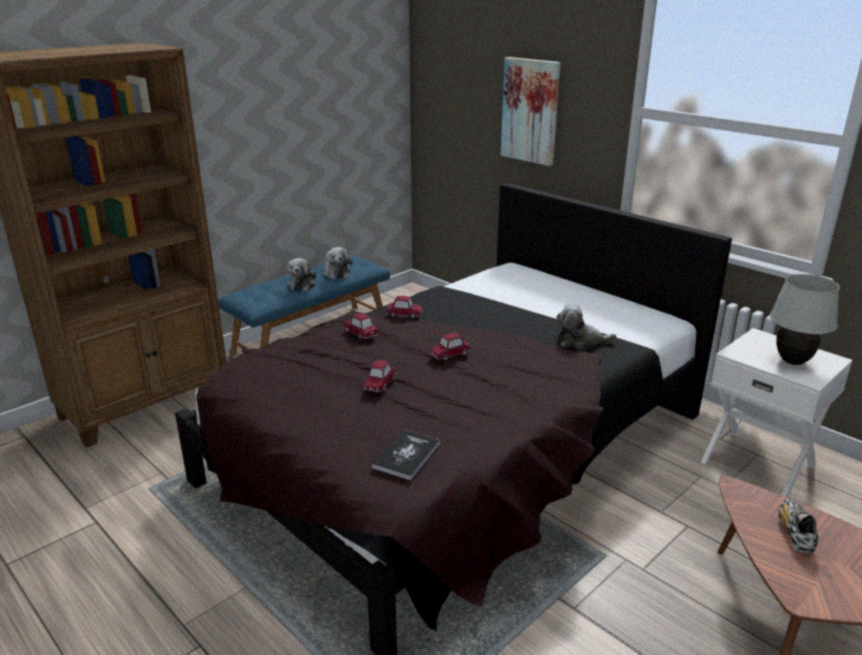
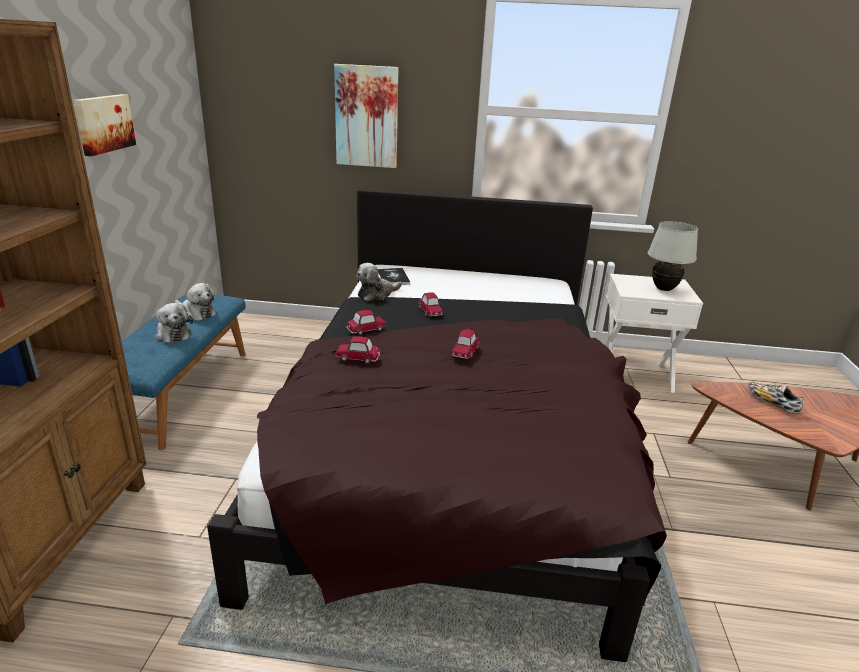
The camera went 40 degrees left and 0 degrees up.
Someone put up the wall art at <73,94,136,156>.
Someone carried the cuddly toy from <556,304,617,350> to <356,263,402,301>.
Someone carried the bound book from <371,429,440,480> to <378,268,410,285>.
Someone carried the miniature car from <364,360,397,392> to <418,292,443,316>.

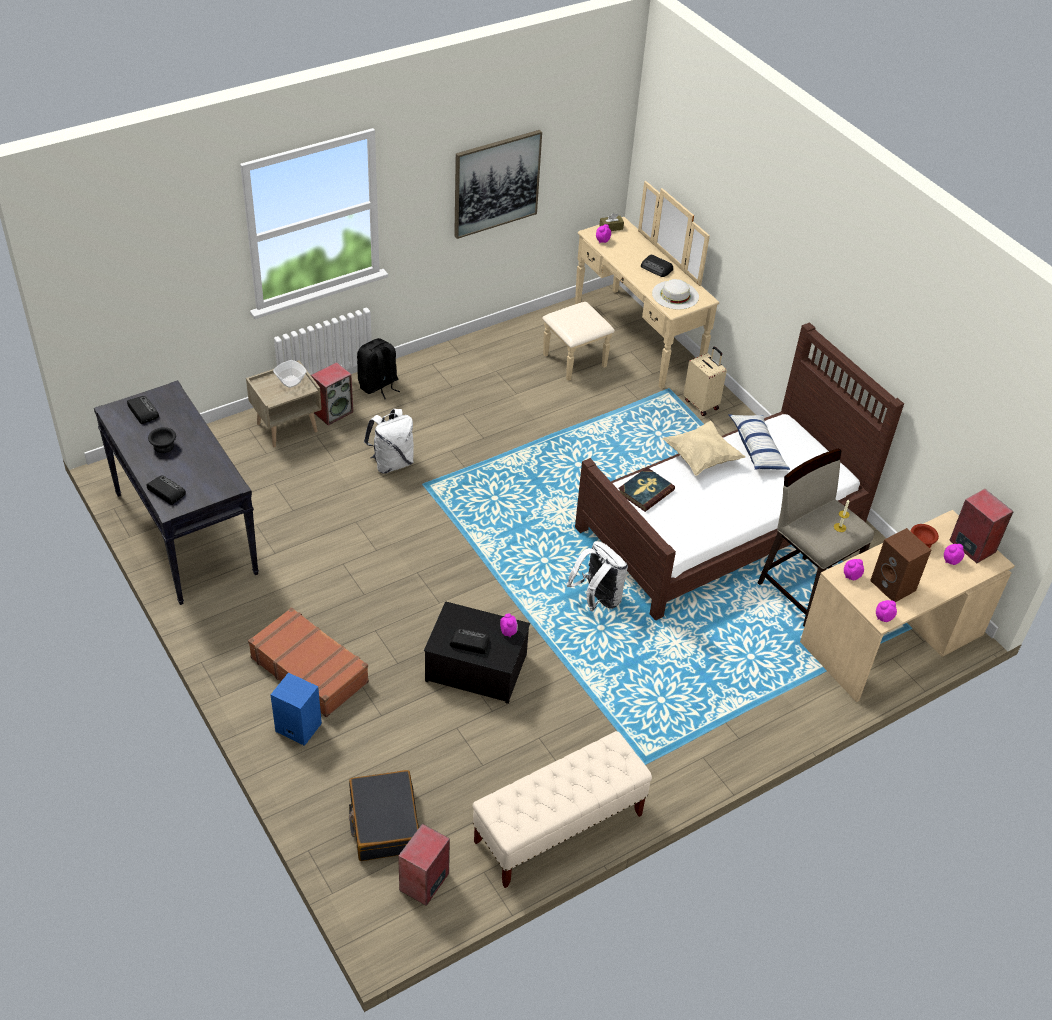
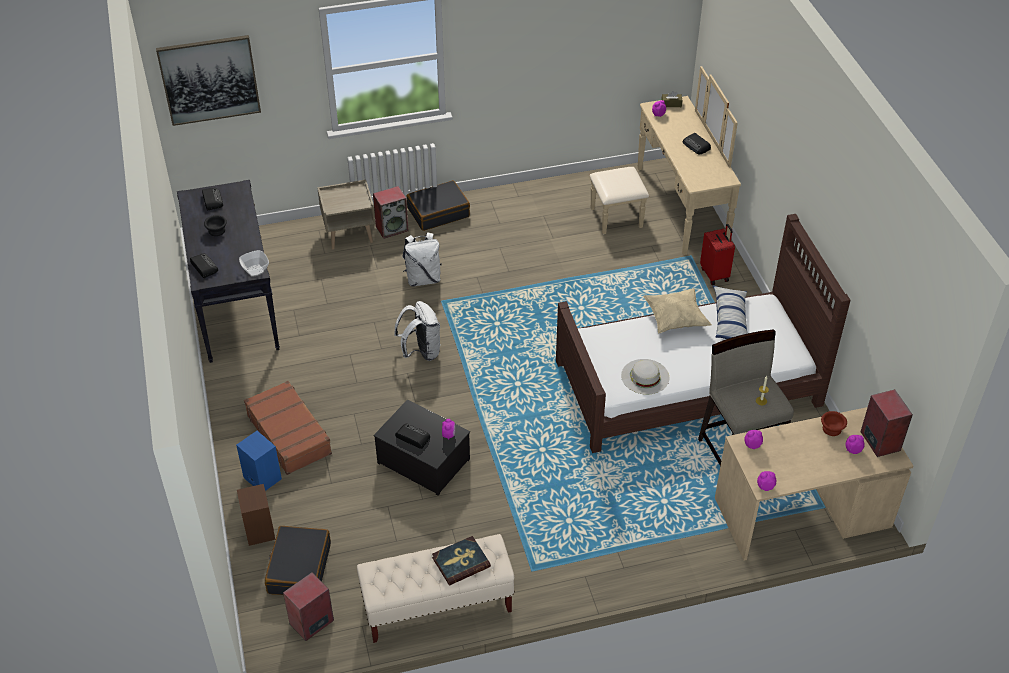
The camera went 20 degrees right and 0 degrees up.
Someone carried the wall art from <454,130,542,239> to <156,35,261,126>.
Someone carried the brownish audio speaker from <870,528,931,602> to <237,484,275,546>.
Someone carried the deep dish from <273,360,307,388> to <239,250,269,277>.
Someone carried the whitish rucksack from <567,541,628,611> to <394,301,441,361>.
Someone swapped the blackish rucksack at <357,338,400,399> for the blackish piece of luggage at <407,180,470,231>.
Someone carried the bound book from <618,467,675,512> to <432,536,491,586>.
Someone carried the whitish hat from <652,279,699,310> to <621,359,669,395>.
Someone repainted the sand-coloured piece of luggage at <683,347,727,416>, which became the reddish piece of luggage at <700,224,735,285>.

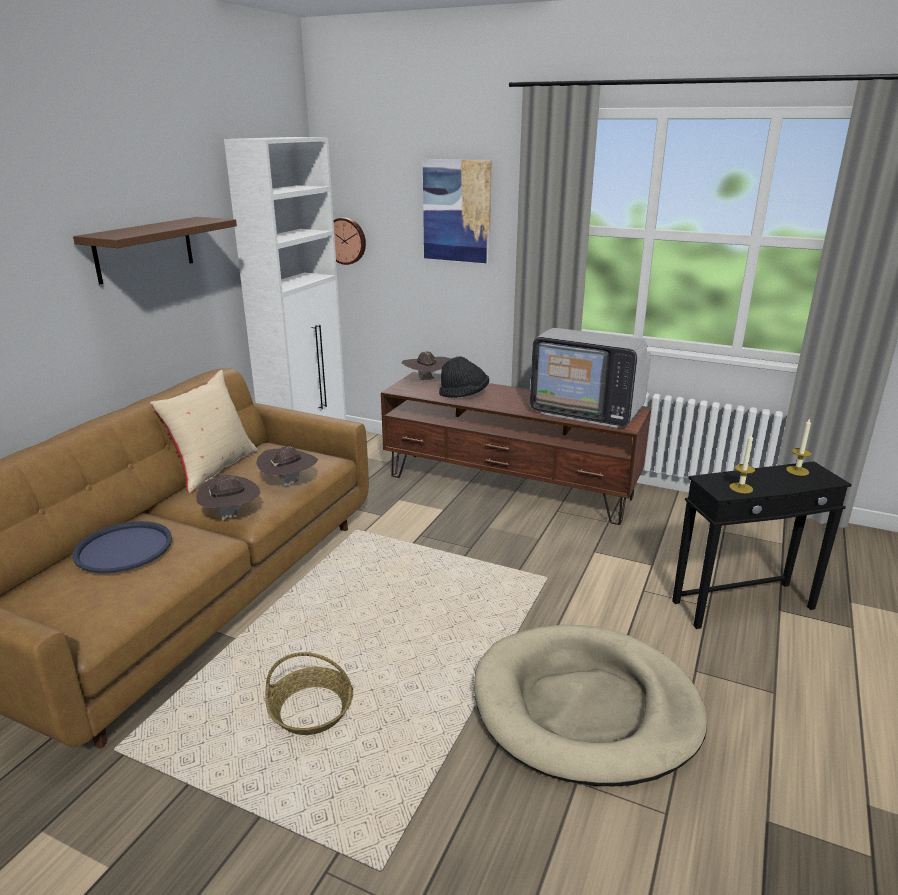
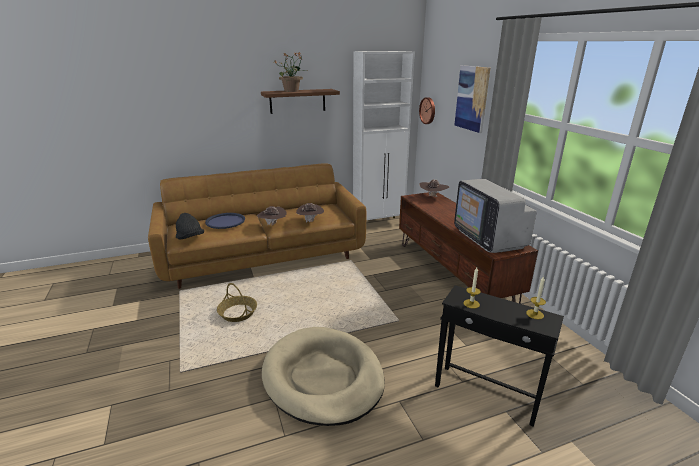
The camera went 45 degrees right and 0 degrees up.
Someone carried the blackish hat from <439,356,489,398> to <176,213,204,239>.
Someone put down the houseplant at <274,52,309,92>.
Someone took away the sand-coloured throw pillow at <150,370,258,493>.

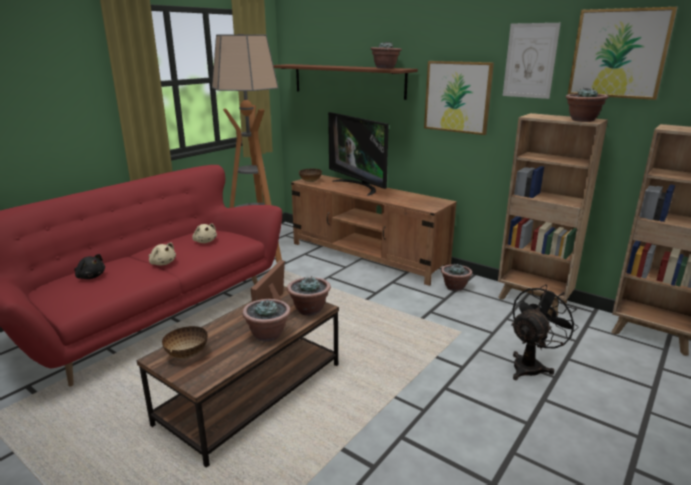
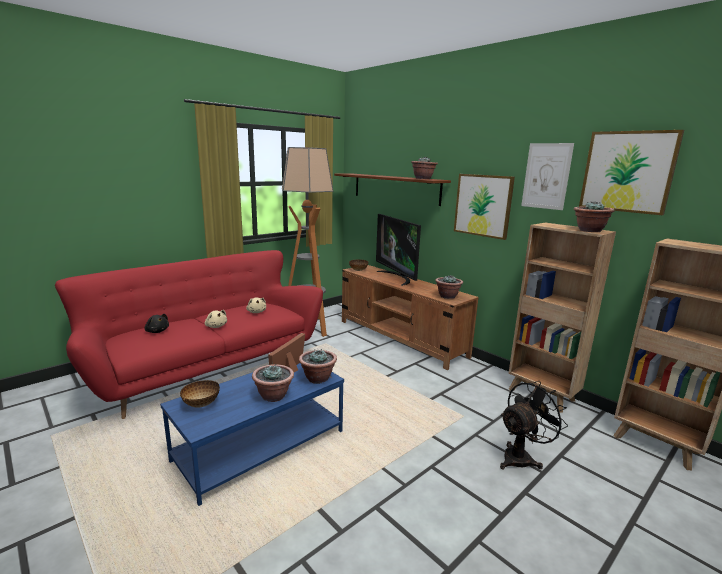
The camera went 10 degrees right and 5 degrees down.
Someone repainted the brownish low table at <137,286,339,468>, which became the blue-coloured low table at <160,363,344,506>.
Someone carried the houseplant from <441,263,472,291> to <435,276,463,299>.

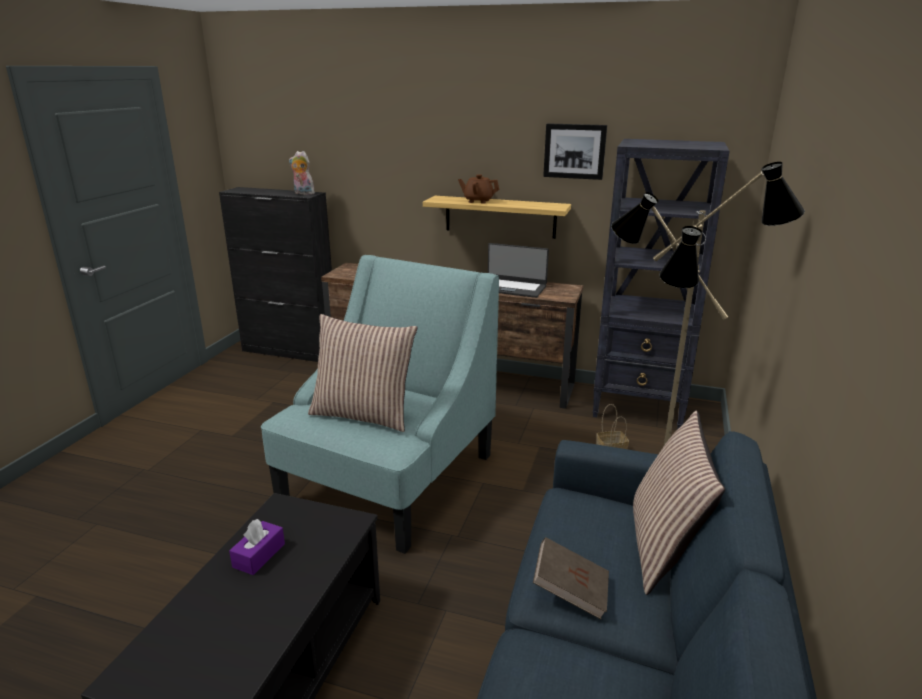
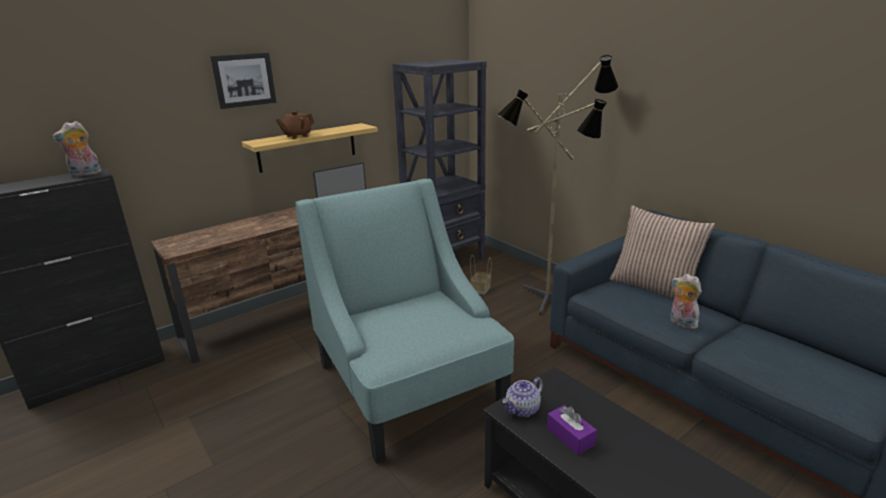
The camera went 55 degrees left and 0 degrees up.
Someone carried the wall art from <543,123,607,180> to <210,53,276,109>.
Someone put down the pot for tea at <502,377,543,417>.
Someone swapped the brownish bound book at <533,537,609,619> for the cuddly toy at <670,274,702,329>.
Someone took away the throw pillow at <308,314,418,432>.

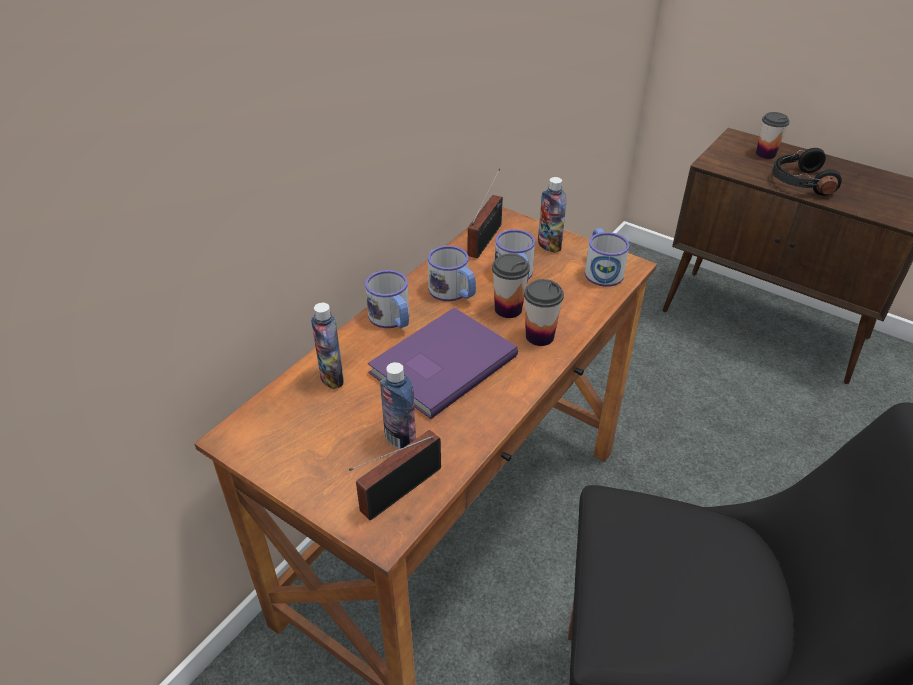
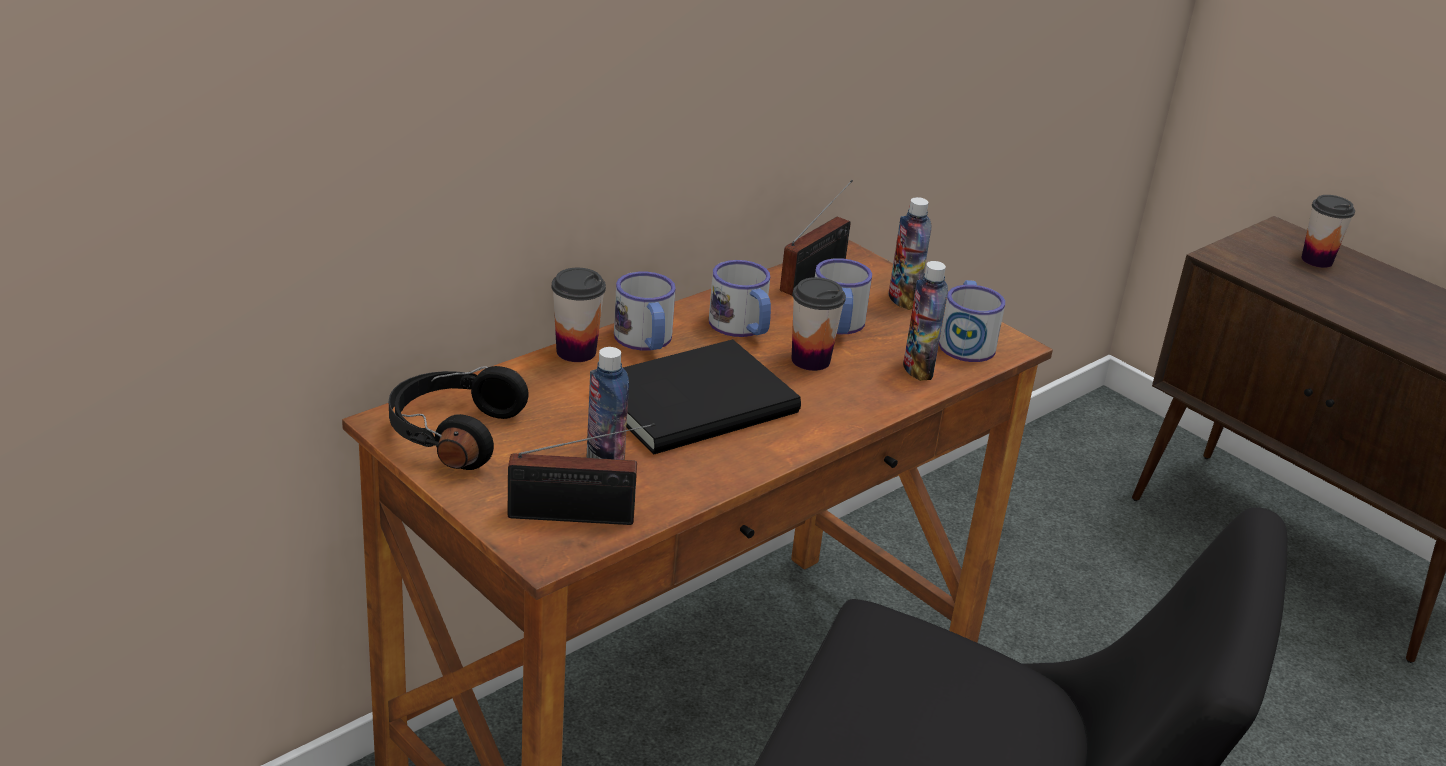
The camera went 10 degrees right and 10 degrees down.
Someone carried the blackish headphones from <772,148,842,195> to <389,366,528,470>.
Someone rotated the radio at <349,430,441,520> by 150 degrees counterclockwise.
Someone carried the small cup from <524,279,564,346> to <551,268,606,362>.
Someone repainted the purplish bound book at <368,308,518,419>, which became the blackish bound book at <623,339,801,455>.
Someone carried the drink bottle from <311,303,344,389> to <903,261,948,381>.

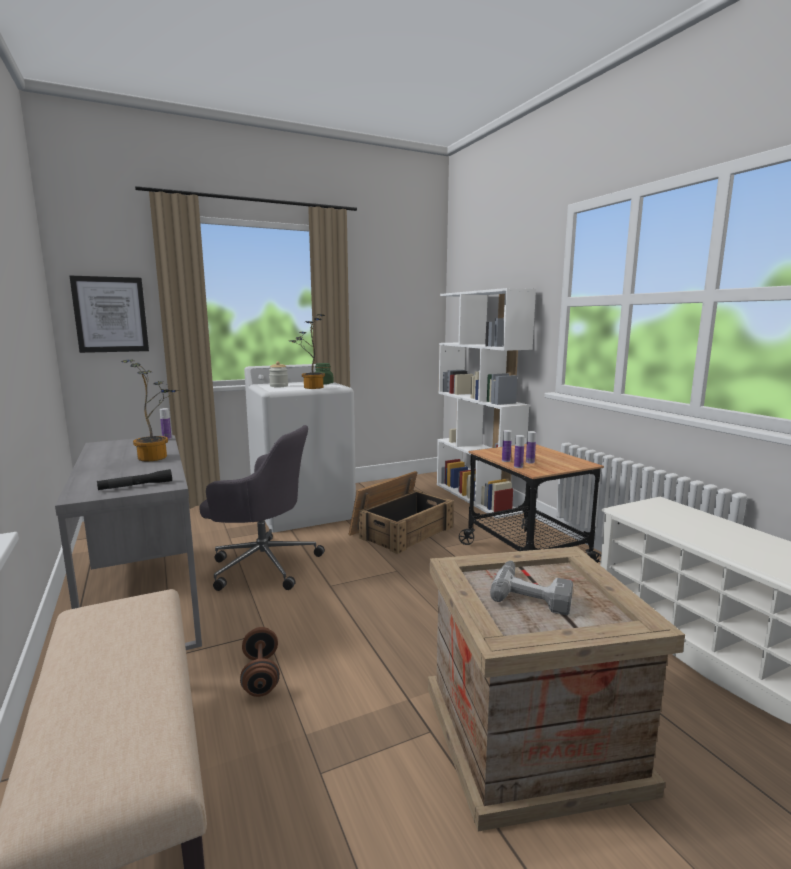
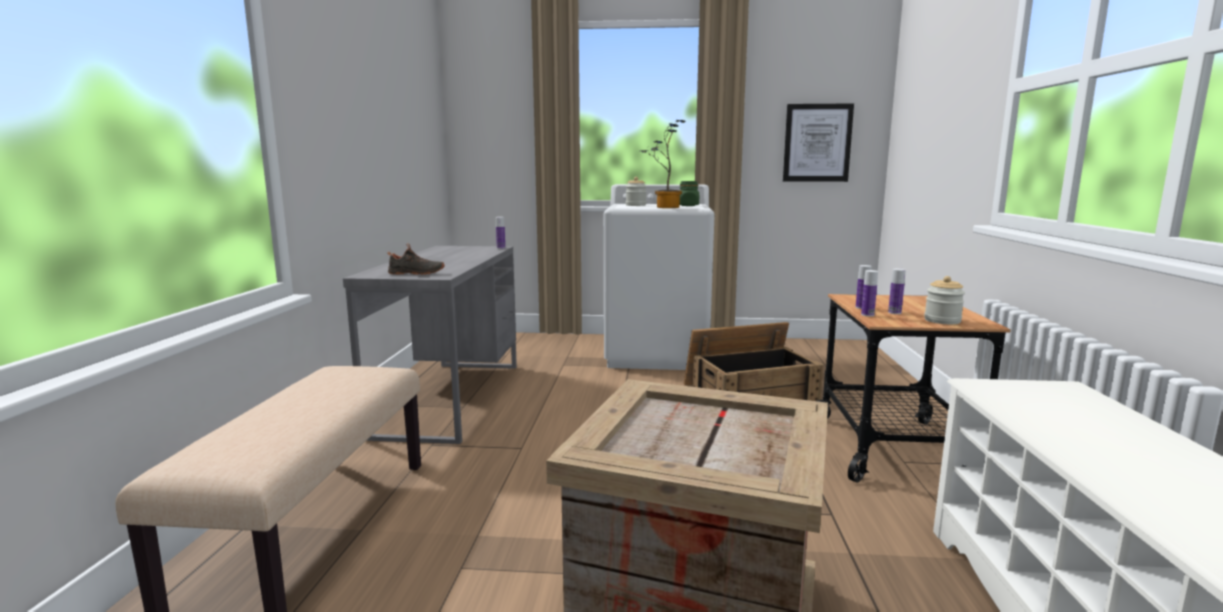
The camera went 30 degrees right and 0 degrees up.
Someone swapped the blackish flashlight at <97,469,172,490> for the blackish shoe at <387,243,445,275>.
Someone carried the wall art from <70,276,149,353> to <783,103,854,182>.
Someone put down the storage jar at <924,276,965,324>.
Someone took away the houseplant at <121,359,180,461>.
Someone took away the greyish computer chair at <199,425,325,591>.
Someone took away the brownish free weight at <240,627,280,697>.
Someone took away the whitish bookshelf at <437,288,536,519>.
Someone took away the power drill at <490,561,573,615>.

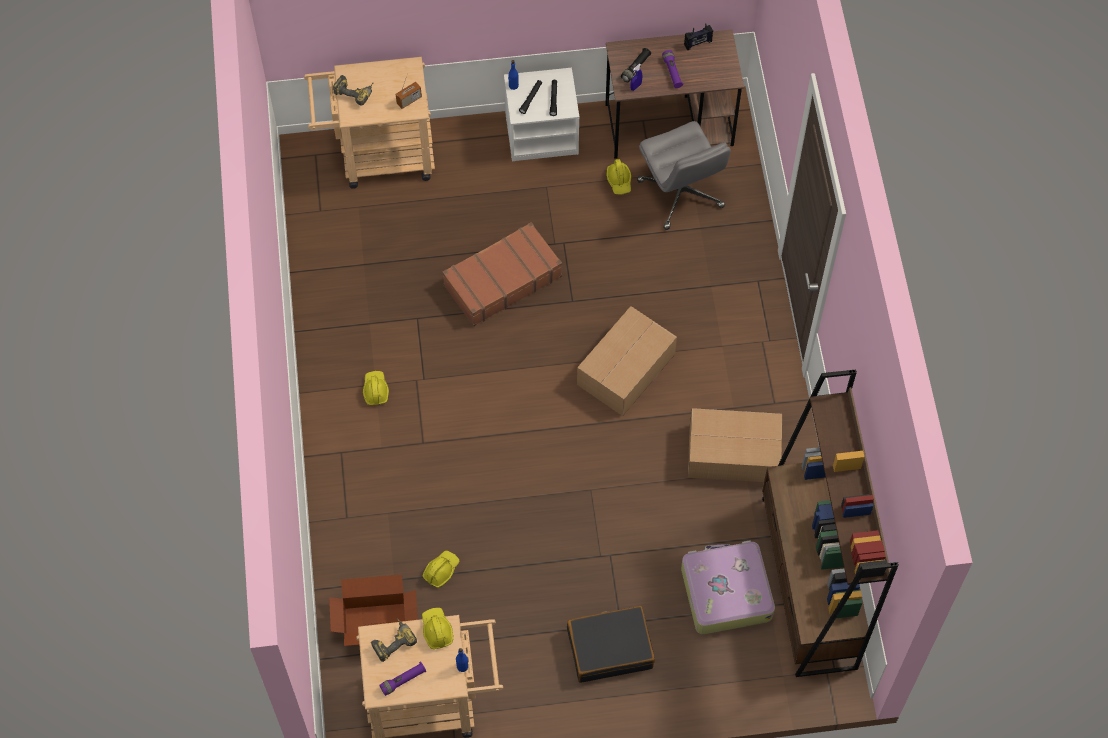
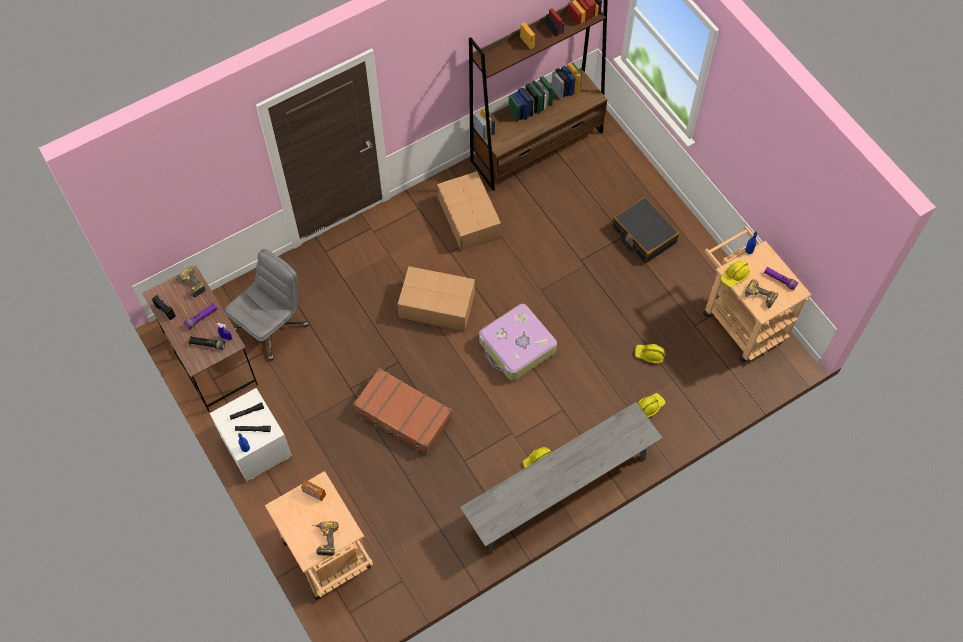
The camera went 115 degrees left and 0 degrees up.
Someone put down the power drill at <173,266,206,297>.
Someone put down the greyish indoor bench at <460,402,663,553>.
Someone carried the piece of luggage from <681,540,775,634> to <479,304,557,381>.
Someone carried the yellow-coloured safety helmet from <607,159,631,195> to <637,393,665,418>.
Someone took away the cardboard box at <329,575,418,646>.

